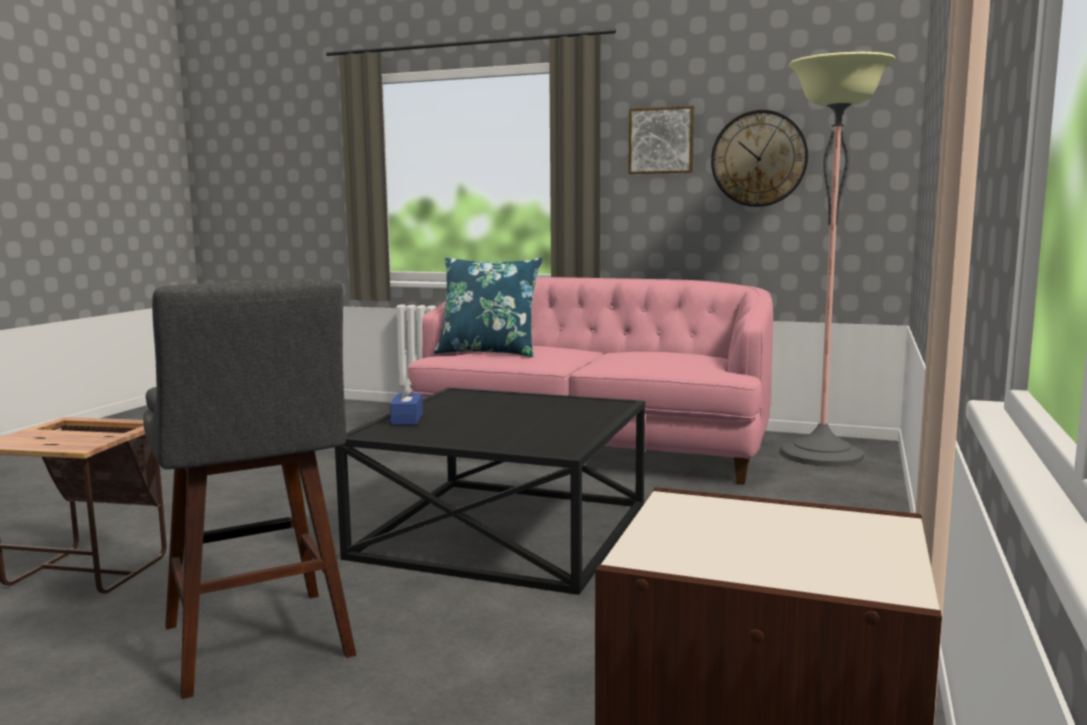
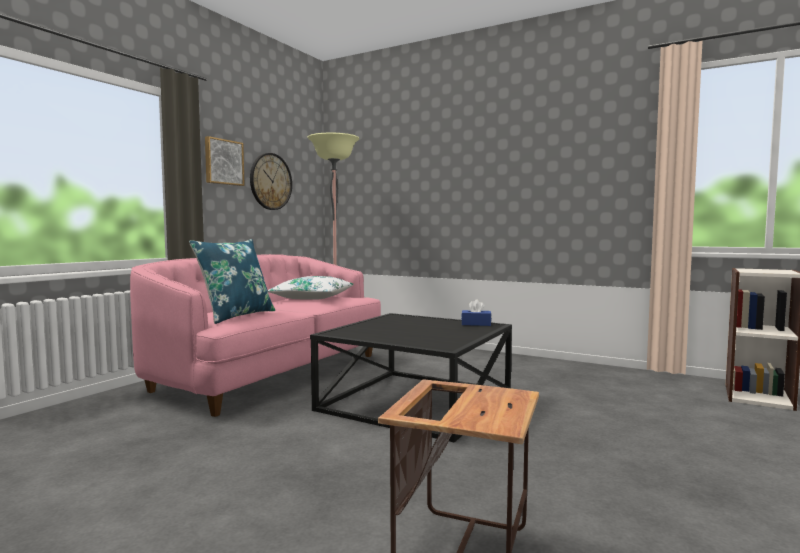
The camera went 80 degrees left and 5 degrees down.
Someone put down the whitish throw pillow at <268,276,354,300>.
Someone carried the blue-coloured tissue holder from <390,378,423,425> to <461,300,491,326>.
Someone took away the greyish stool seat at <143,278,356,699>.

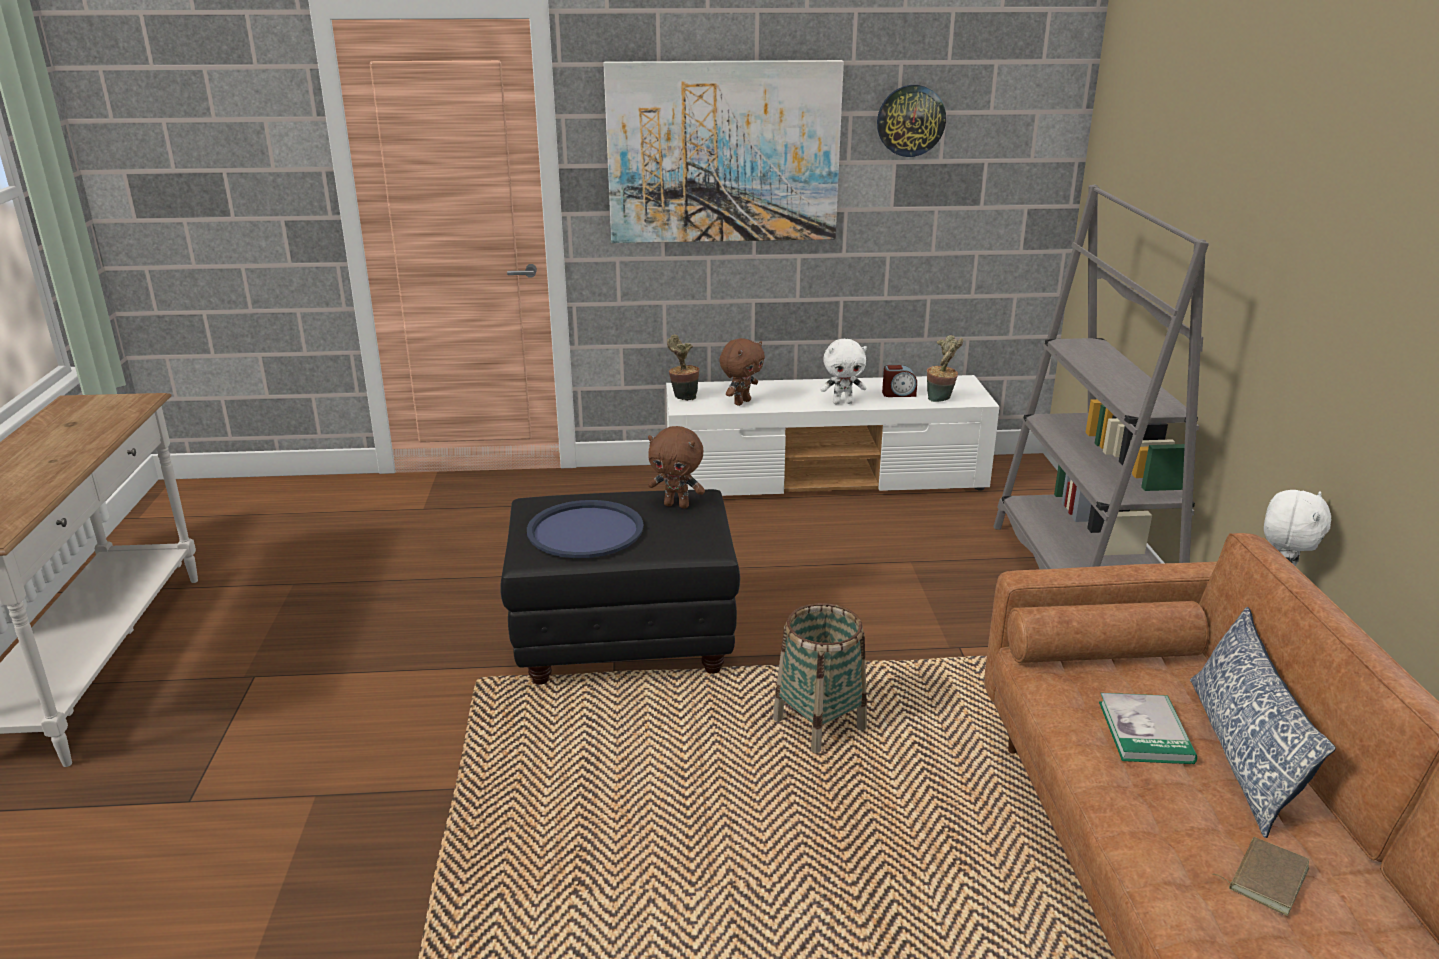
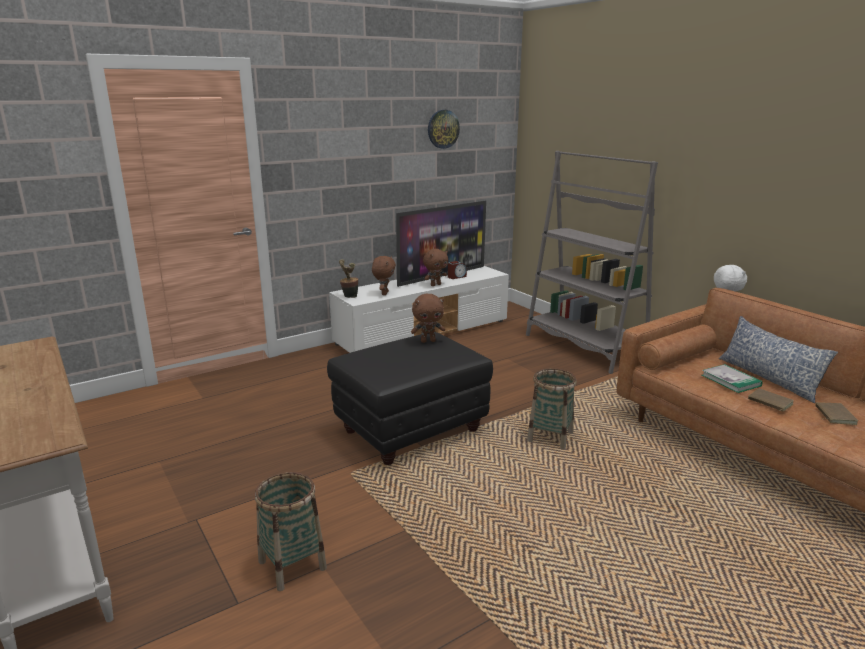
The camera went 30 degrees left and 5 degrees down.
Someone put down the storage basket at <255,472,327,591>.
Someone put down the television at <396,201,486,287>.
Someone repainted the whitish cuddly toy at <820,339,867,404>, which became the brownish cuddly toy at <423,249,448,286>.
Someone put down the brownish bound book at <748,389,794,412>.
Someone took away the blue-coloured serving tray at <527,500,644,558>.
Someone took away the wall art at <604,60,844,243>.
Someone took away the houseplant at <927,335,963,402>.

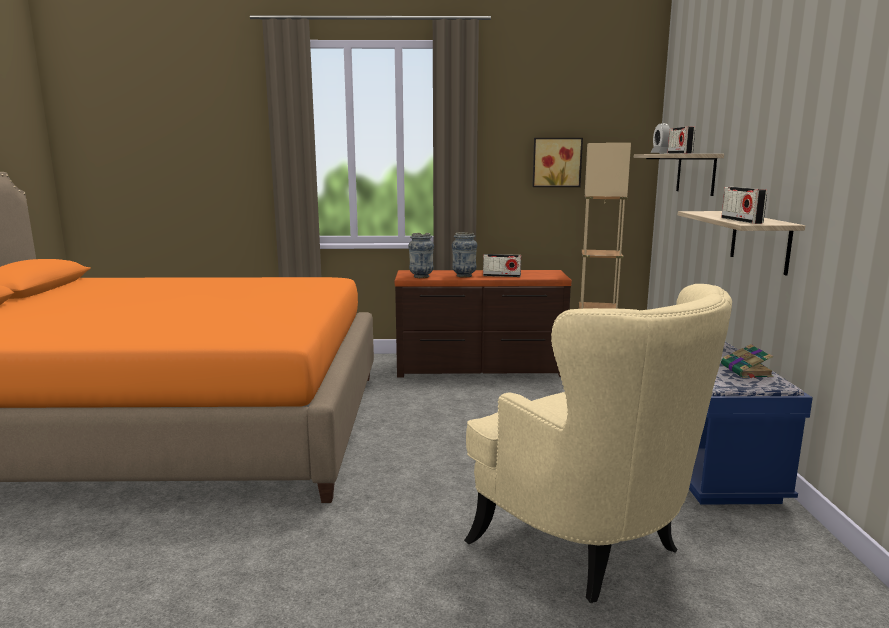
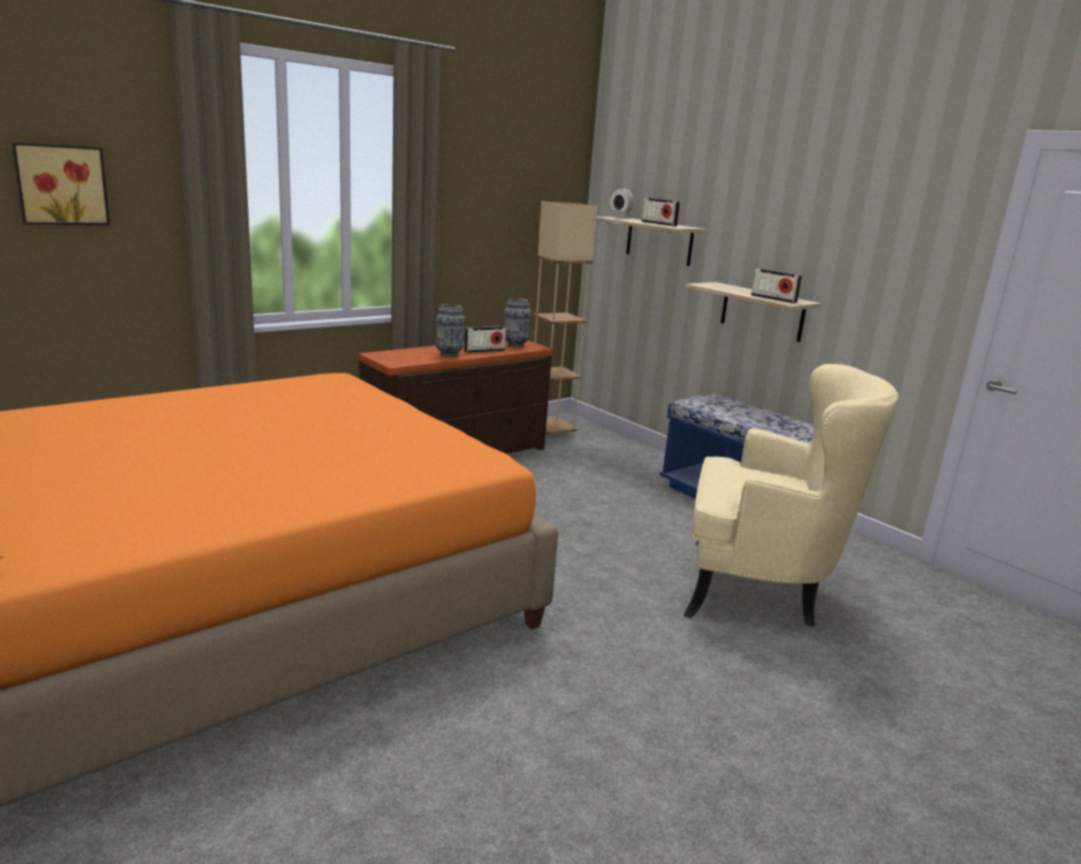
The camera went 40 degrees left and 5 degrees up.
Someone carried the wall art from <532,138,583,187> to <12,142,110,225>.
Someone carried the decorative vase from <408,233,434,278> to <504,298,532,348>.
Someone took away the bound book at <721,344,774,379>.

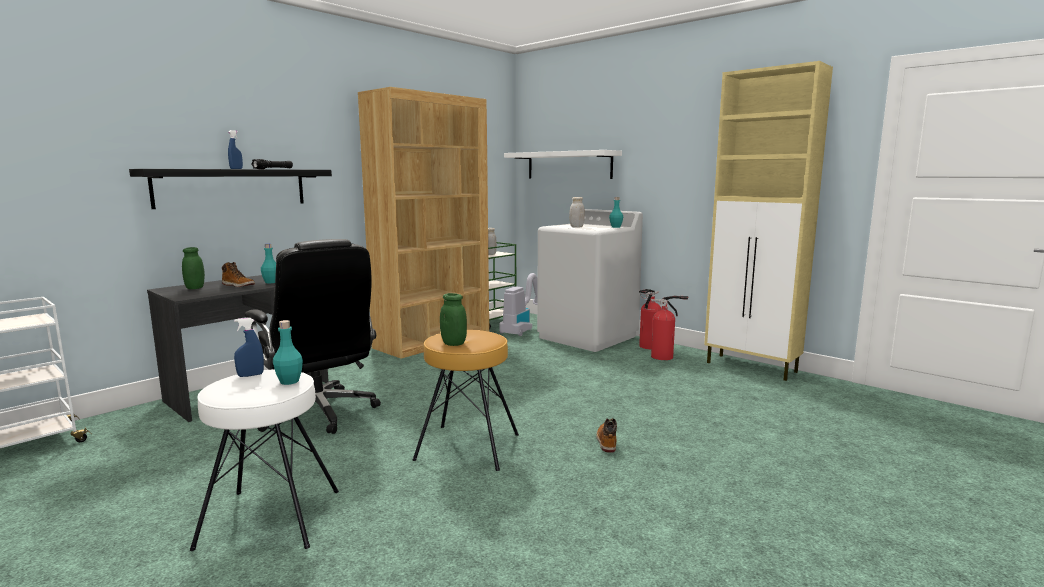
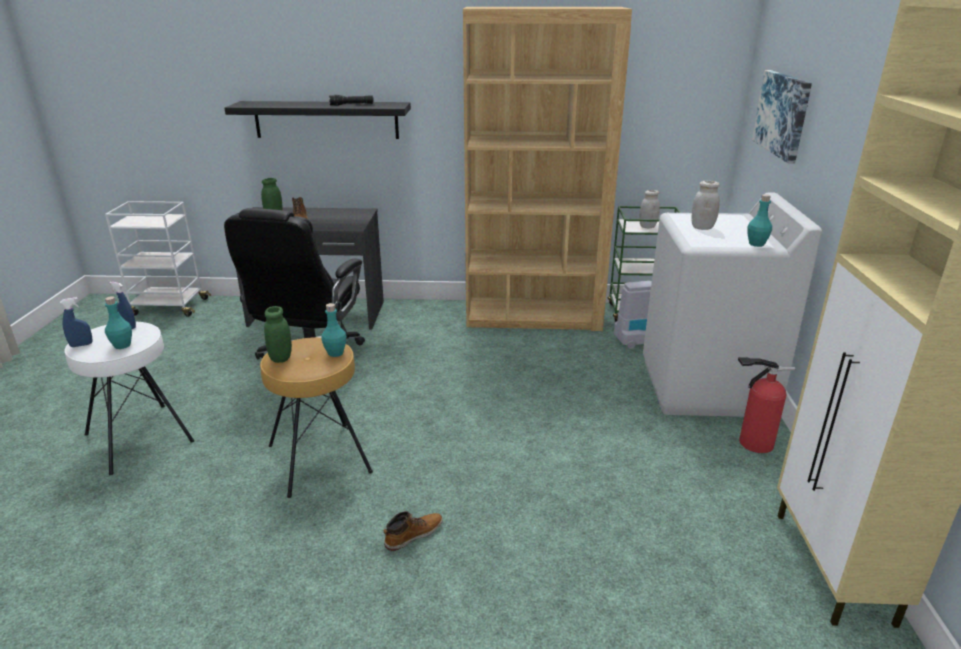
The camera went 50 degrees right and 15 degrees up.
Someone carried the blue-coloured hand sprayer from <228,130,243,169> to <60,297,93,347>.
Someone carried the blue-green drink bottle from <261,244,276,283> to <321,303,346,357>.
Someone swapped the whitish wall shelf at <504,150,622,179> for the wall art at <752,70,812,163>.
Someone took away the fire-fighting cylinder at <651,296,688,360>.

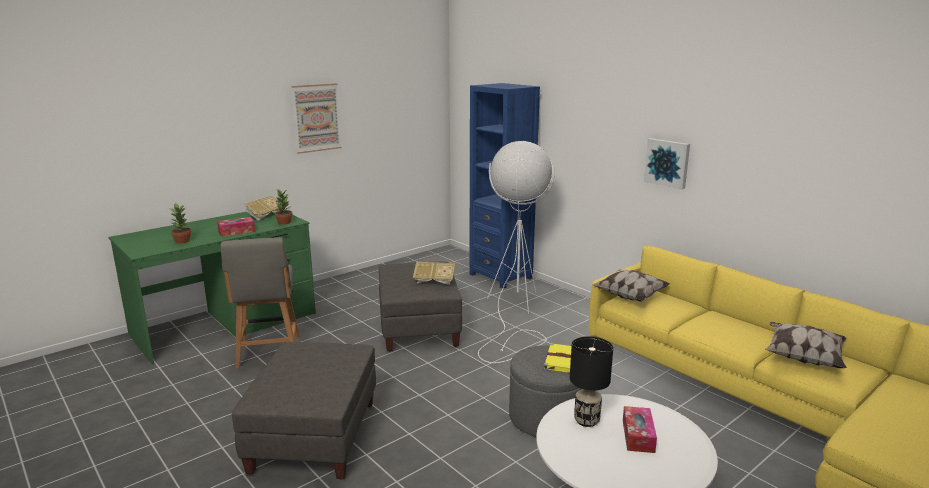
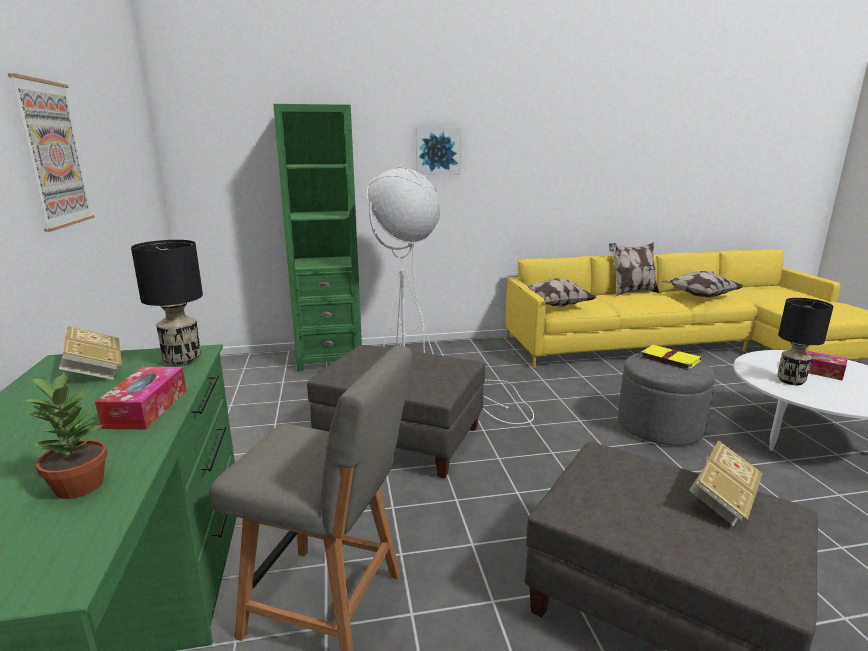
The camera went 60 degrees left and 0 degrees up.
Someone swapped the houseplant at <274,189,293,225> for the blackish table lamp at <131,240,203,366>.
Someone repainted the blue-coloured bookshelf at <469,83,540,289>, which became the green bookshelf at <273,104,362,371>.
Someone carried the wall art from <644,138,690,189> to <416,128,461,175>.
Someone put down the throw pillow at <609,243,659,296>.
Someone carried the bound book from <413,262,455,285> to <689,440,763,526>.

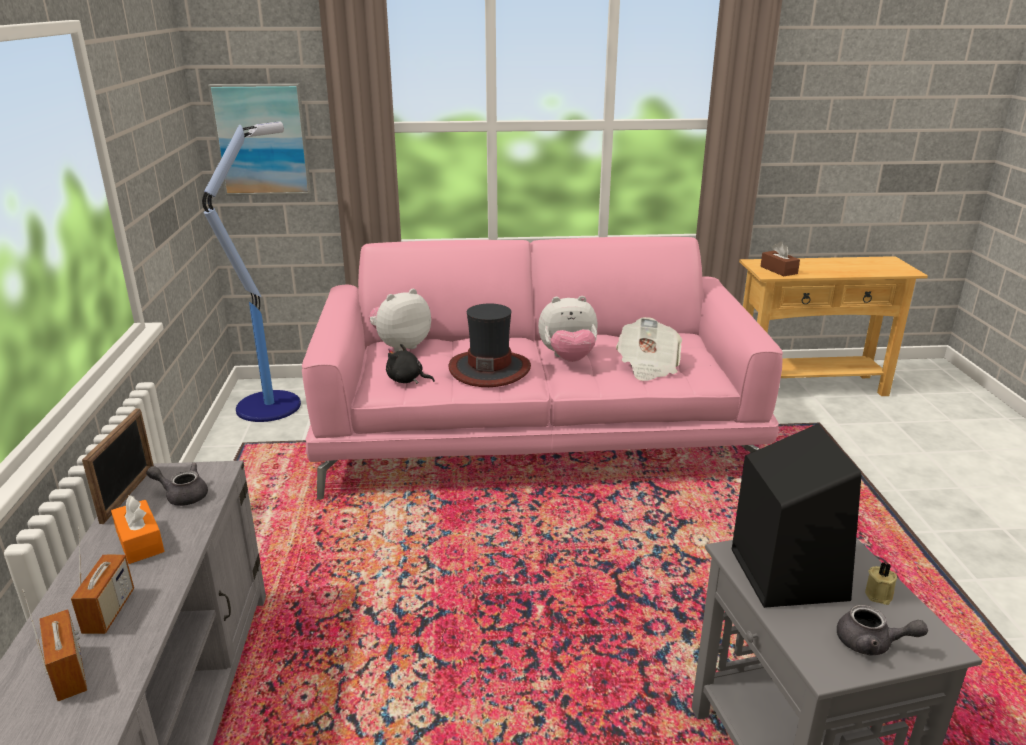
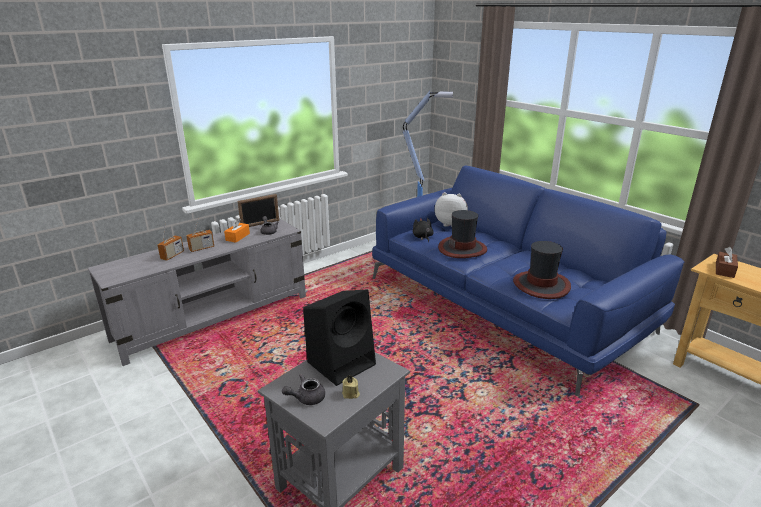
The camera went 55 degrees right and 0 degrees up.
Someone rotated the greyish pot for tea at <837,605,928,655> by 75 degrees clockwise.
Someone repainted the pink sofa at <302,237,783,500>, which became the blue-coloured sofa at <372,165,684,396>.
Someone swapped the daily paper at <616,317,682,381> for the hat at <513,241,571,299>.
Someone took away the wall art at <208,83,311,195>.
Someone took away the cuddly toy at <538,296,598,362>.

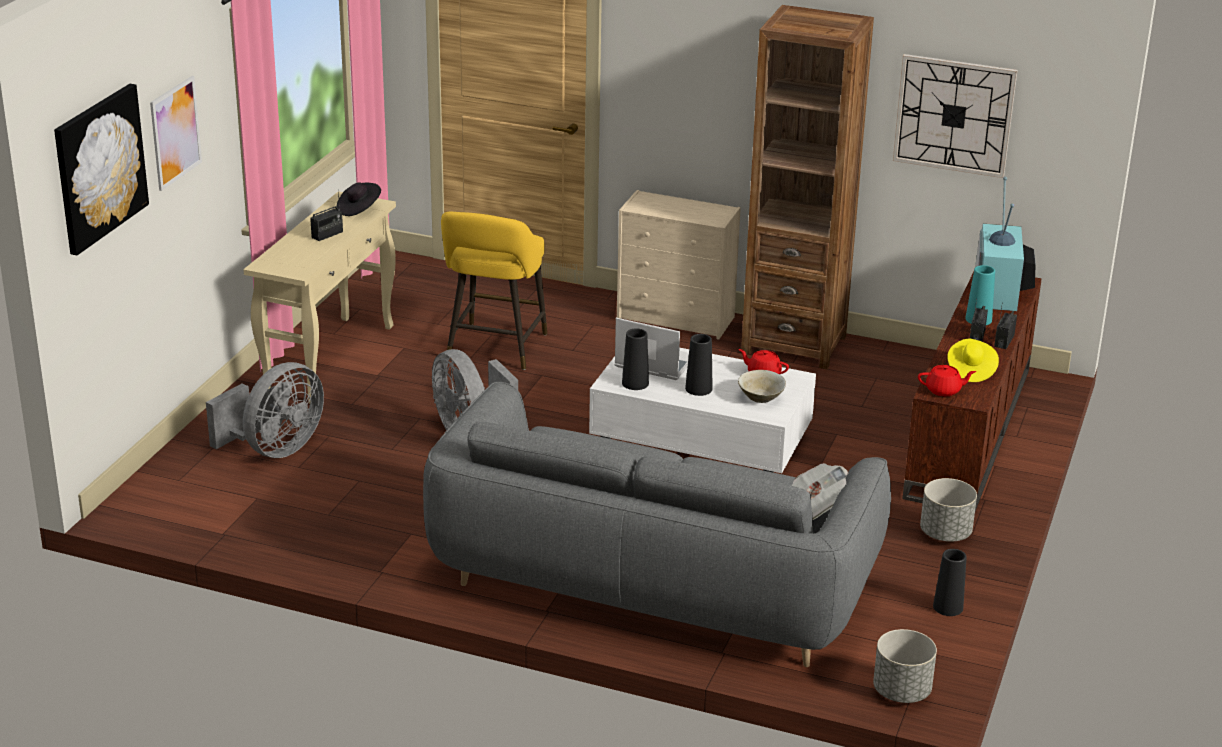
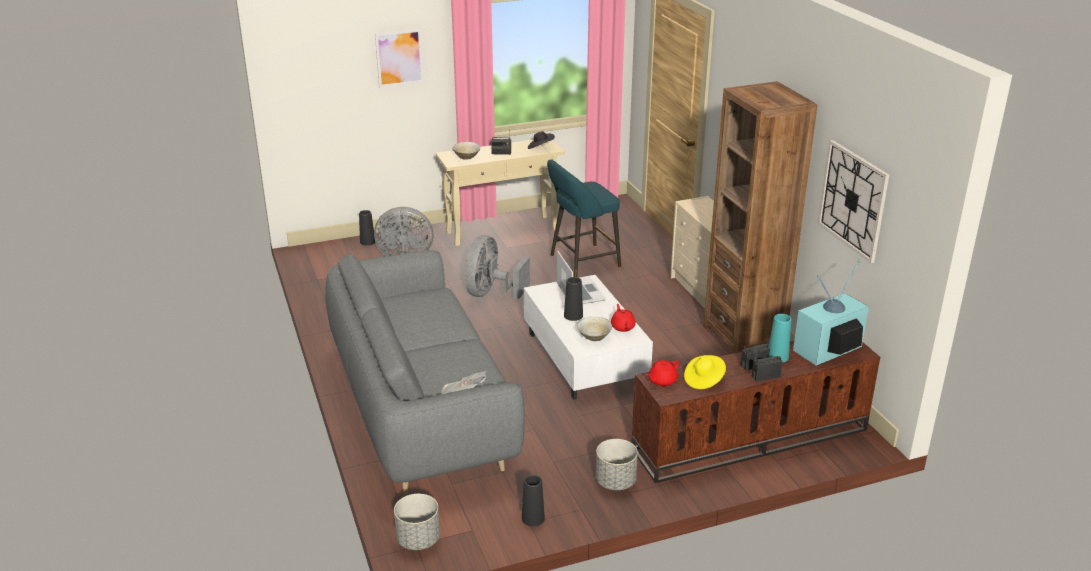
The camera went 50 degrees right and 0 degrees up.
Someone carried the blackish decorative vase from <622,328,649,390> to <359,210,375,246>.
Someone put down the sand-coloured deep dish at <452,142,480,160>.
Someone repainted the yellow-coloured stool seat at <441,211,547,370>, which became the blue-green stool seat at <547,159,621,277>.
Someone rotated the reddish pot for tea at <918,365,976,396> by 90 degrees clockwise.
Someone took away the wall art at <54,84,149,255>.

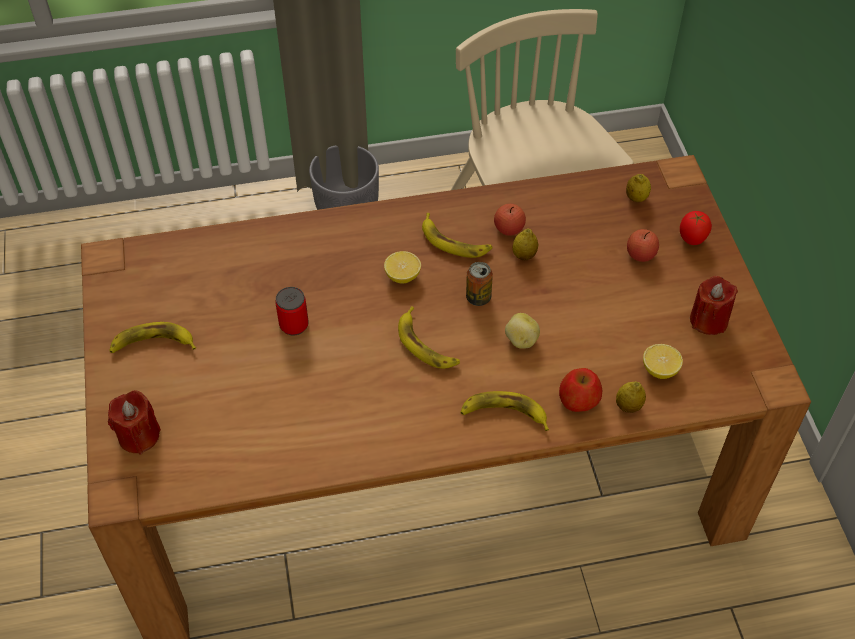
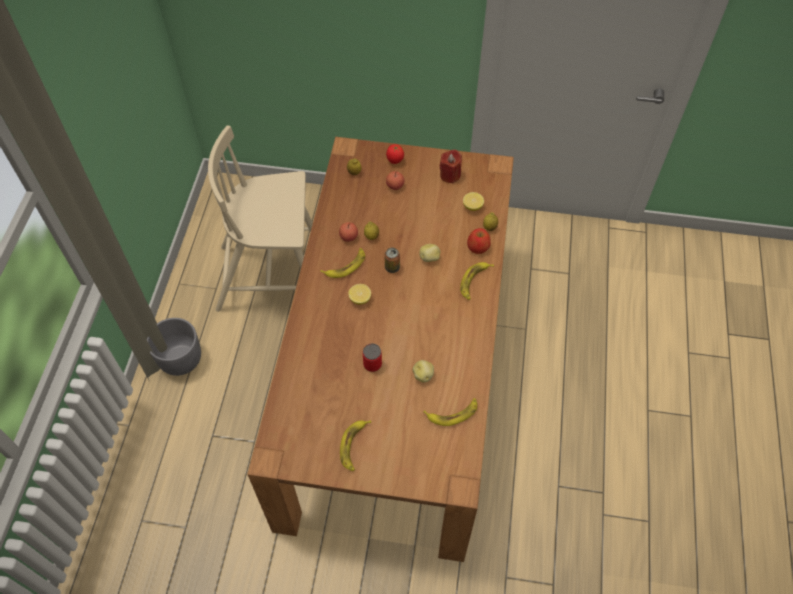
The camera went 70 degrees left and 5 degrees up.
Someone put down the potato at <412,360,434,382>.
Someone carried the whole banana from <398,306,460,369> to <423,398,477,426>.
Someone took away the reddish wax light at <108,390,161,455>.

